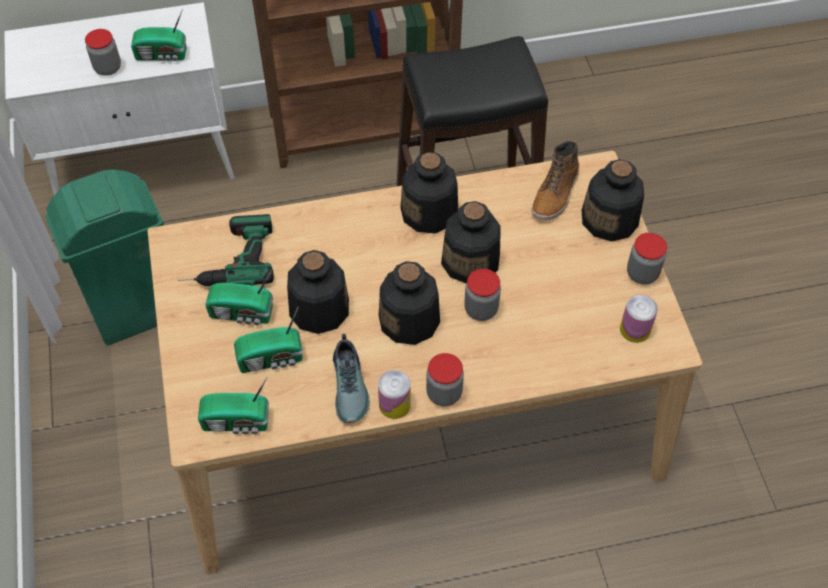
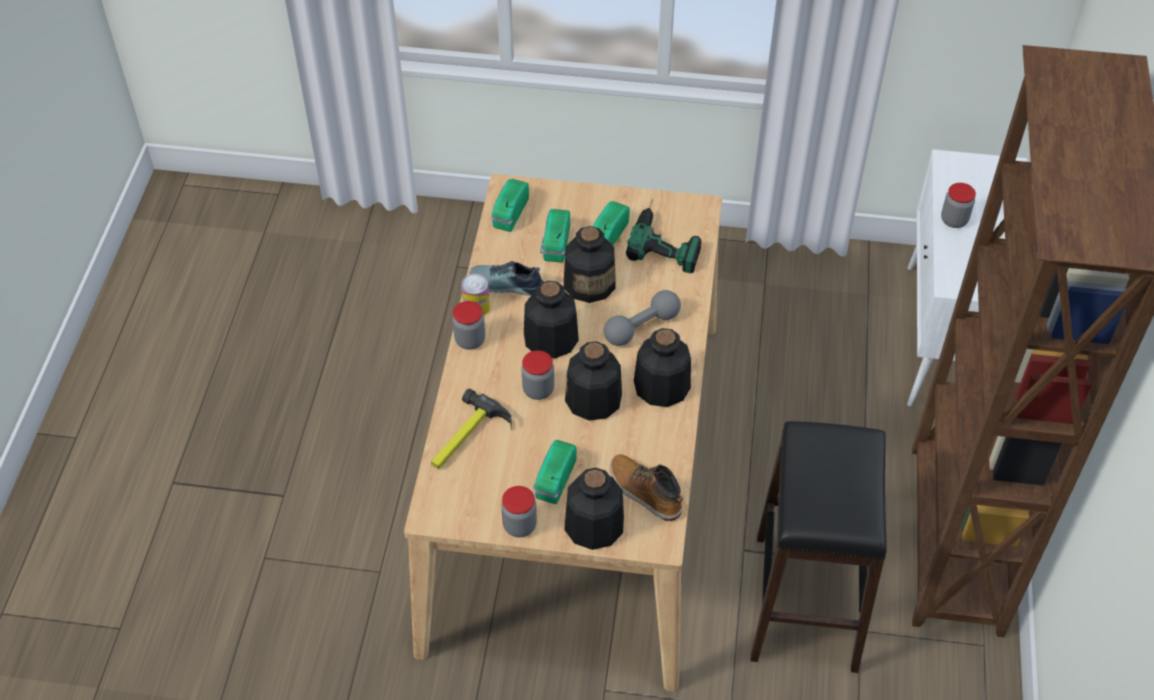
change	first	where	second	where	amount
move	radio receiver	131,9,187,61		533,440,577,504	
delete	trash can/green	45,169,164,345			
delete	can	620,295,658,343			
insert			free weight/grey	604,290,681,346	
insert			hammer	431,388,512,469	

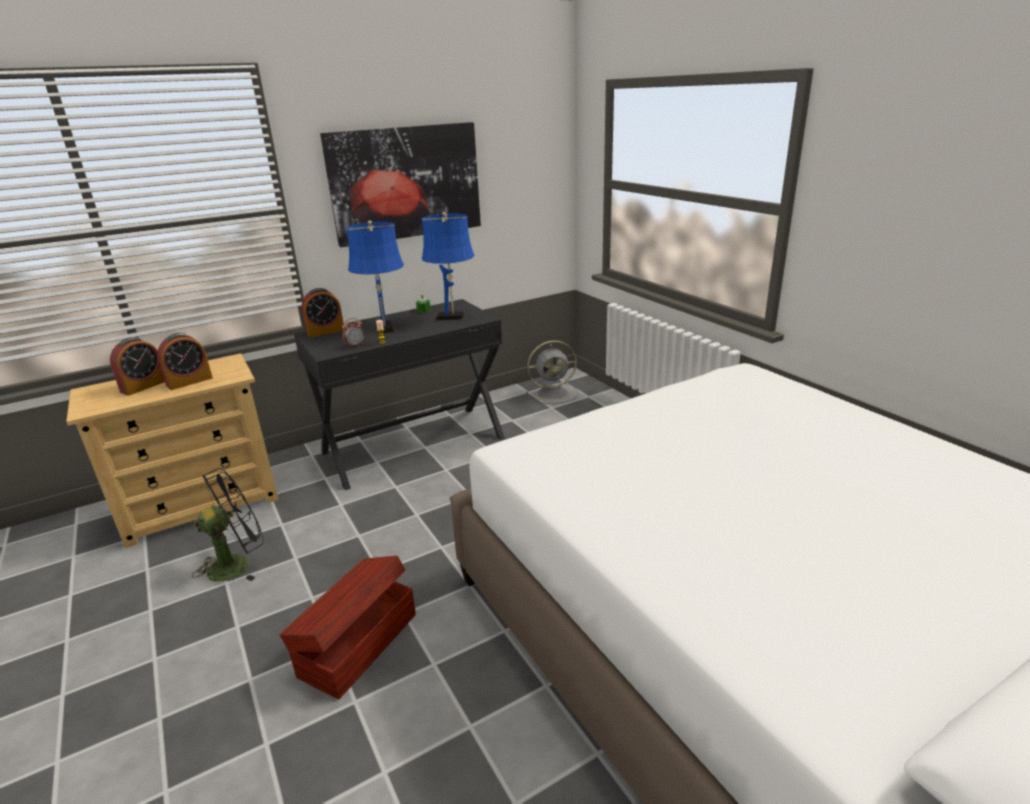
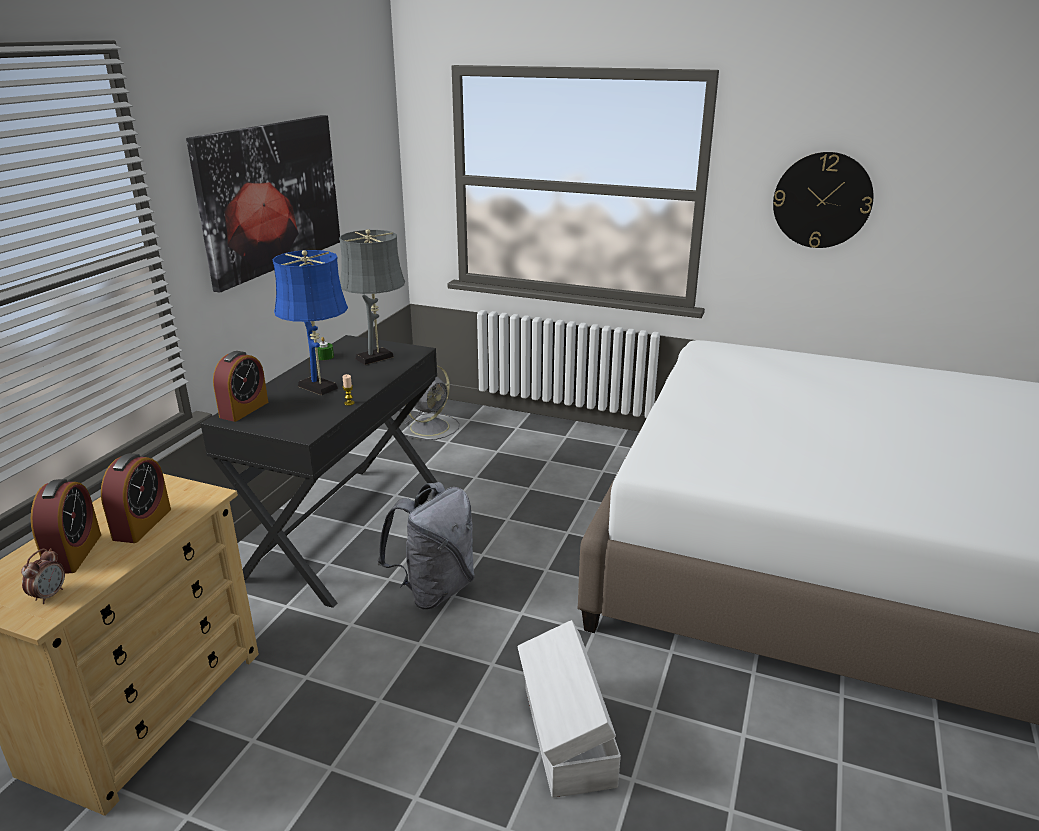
change	first	where	second	where	amount
recolor	table lamp/bluish	422,212,474,321	table lamp/grey	339,229,405,365	
move	bedside clock	342,318,364,347		21,548,65,604	
delete	electric fan/black	192,468,264,582			
recolor	storage container/brown-coloured	280,556,416,699	storage container/white	517,620,621,798	
insert			wall clock	773,152,873,248	
insert			rucksack/grey	377,482,475,609	

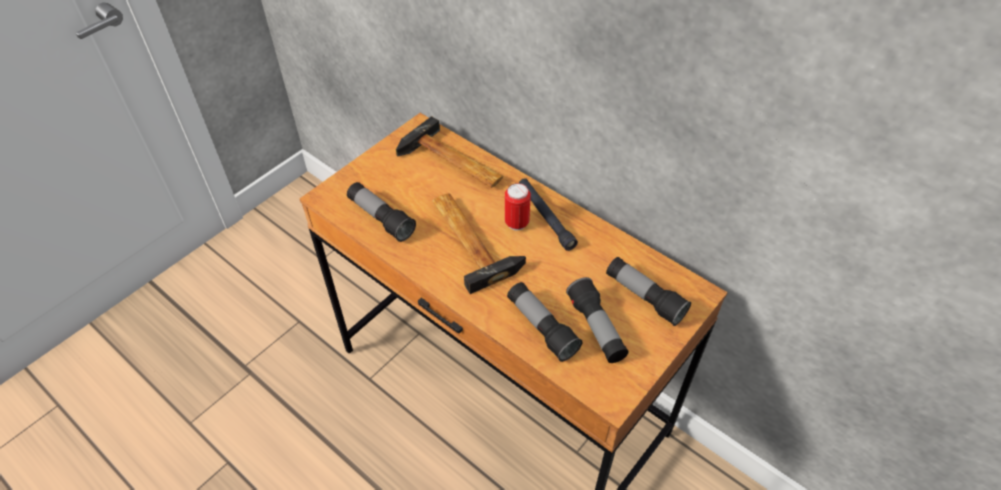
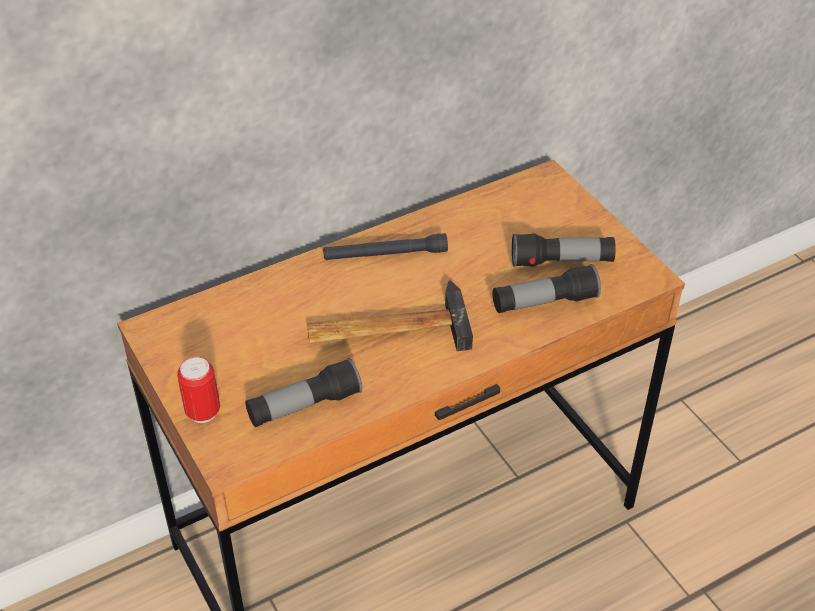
change	first	where	second	where	amount
delete	hammer	396,116,504,188			
move	can	505,183,531,230		177,357,220,423	
delete	hand torch	606,257,691,326			

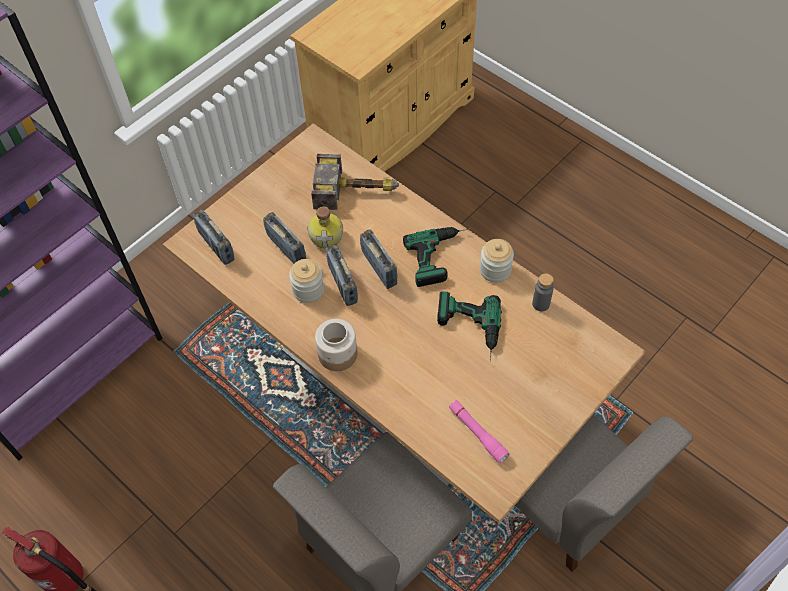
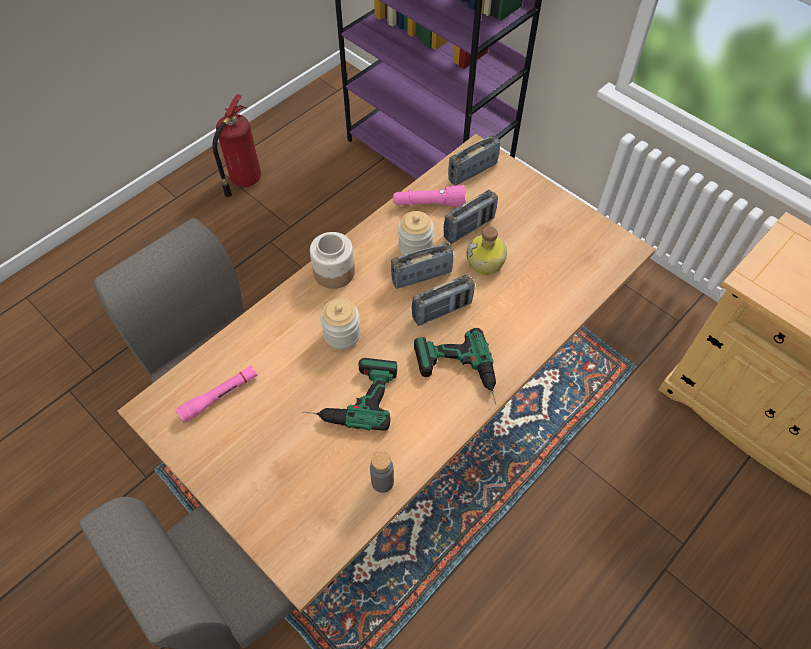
change	first	where	second	where	amount
delete	hammer	311,154,399,210			
move	storage jar	480,239,514,283		320,298,361,349	
insert			hand torch/pink-coloured	393,185,466,207	

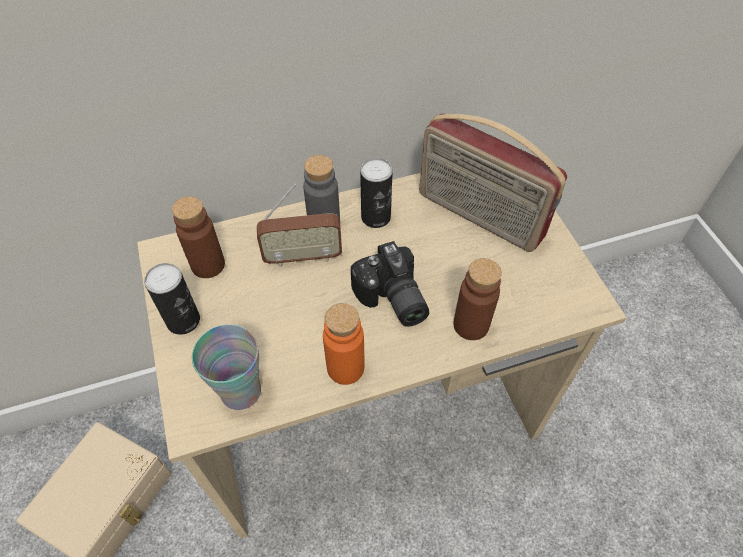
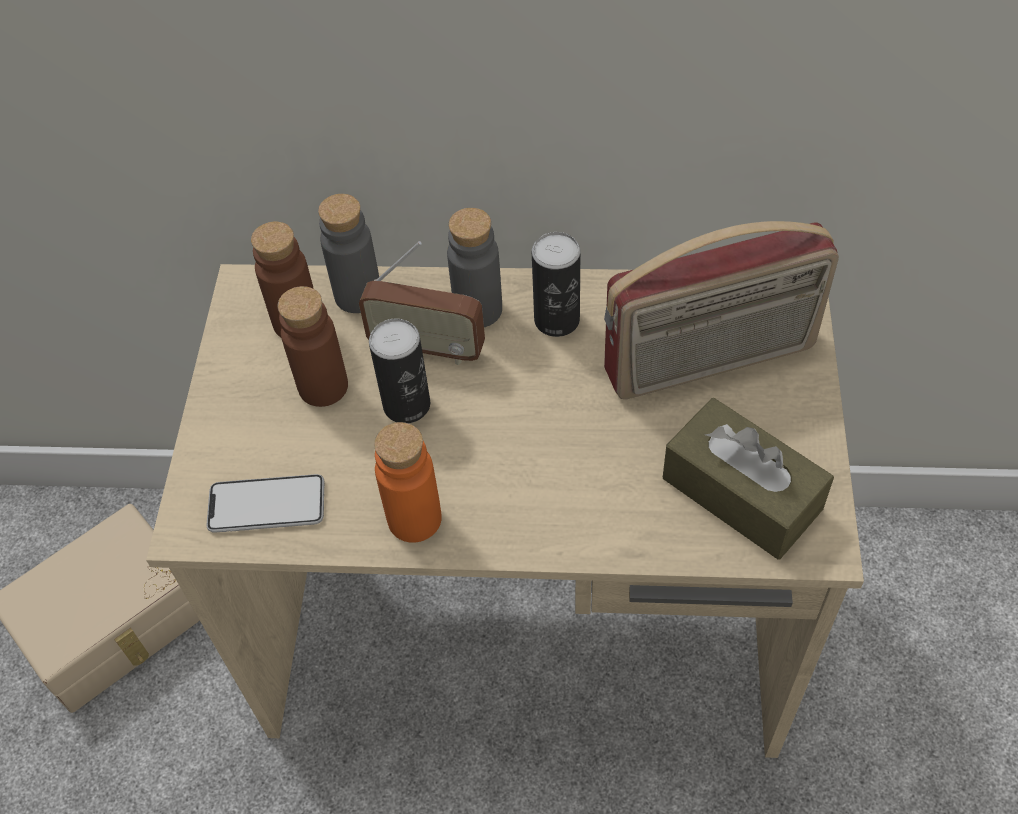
change	first	where	second	where	amount
rotate	radio receiver	419,113,567,252		604,221,839,399	75 degrees counterclockwise
delete	still camera	351,241,429,327			
move	drink bottle/brown-coloured	453,258,502,340		278,286,348,407	
move	can	144,263,200,335		369,319,430,423	
replace	drinking cup	192,324,261,410	handset	206,474,325,533	
insert			drink bottle/grey	318,194,379,313	
insert			tissue holder/brown-coloured	663,398,834,560	

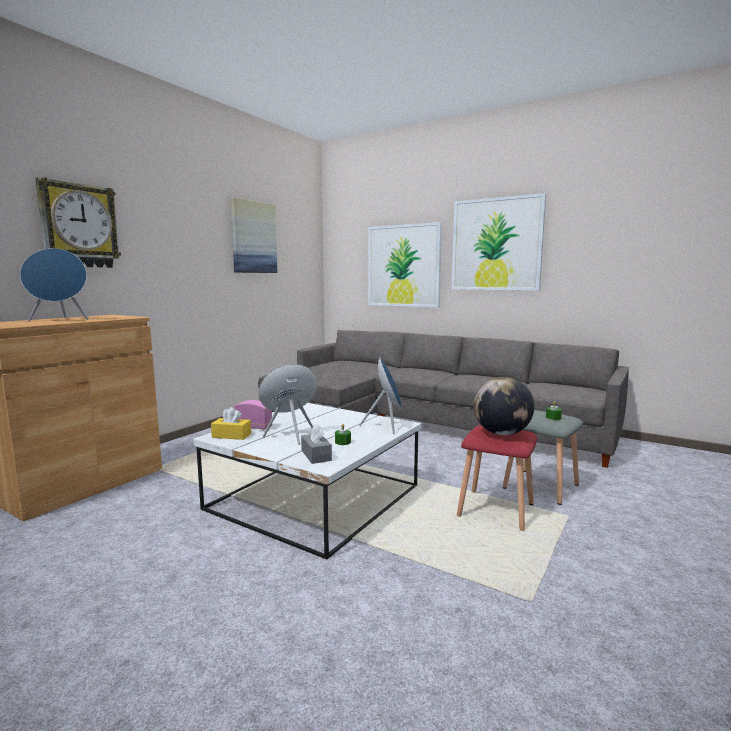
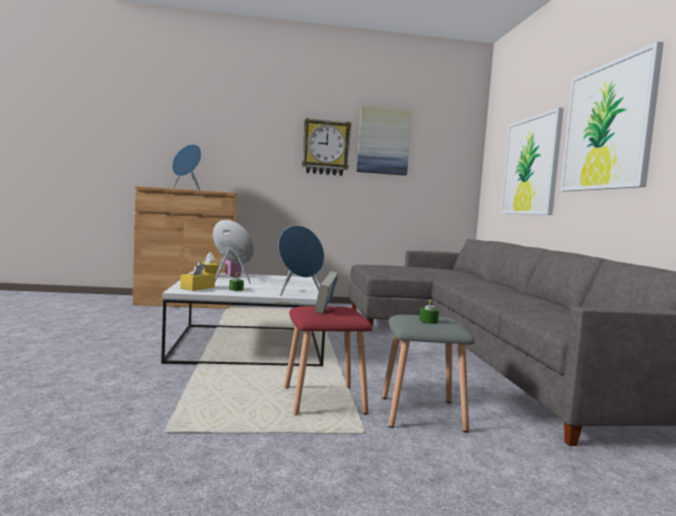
change	first	where	second	where	amount
move	wall clock	35,177,121,268		302,118,351,176	
replace	world globe	473,377,534,435	bound book	315,271,339,314	
recolor	tissue holder/grey	301,424,332,464	tissue holder/yellow-coloured	180,261,215,291	

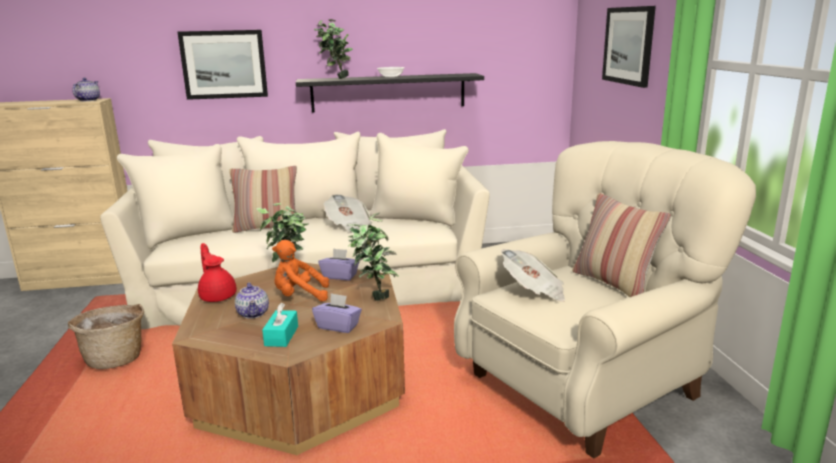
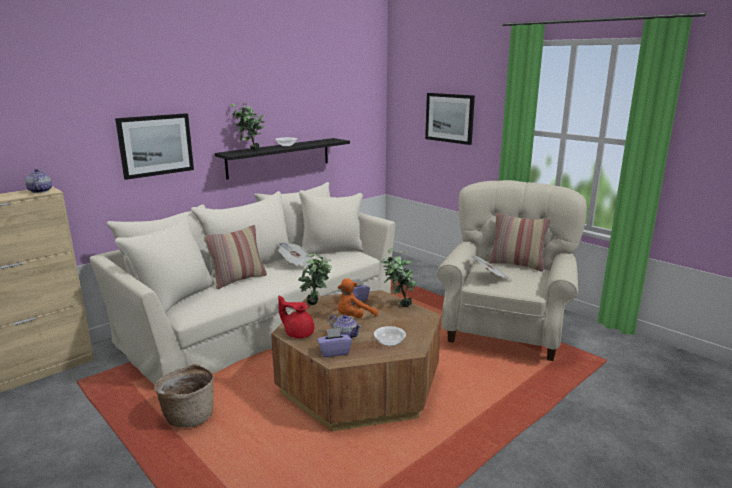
change	first	where	second	where	amount
move	tissue holder/purple	312,293,362,333		317,328,352,357	
replace	tissue holder/turquoise	262,303,298,347	bowl	374,326,406,346	

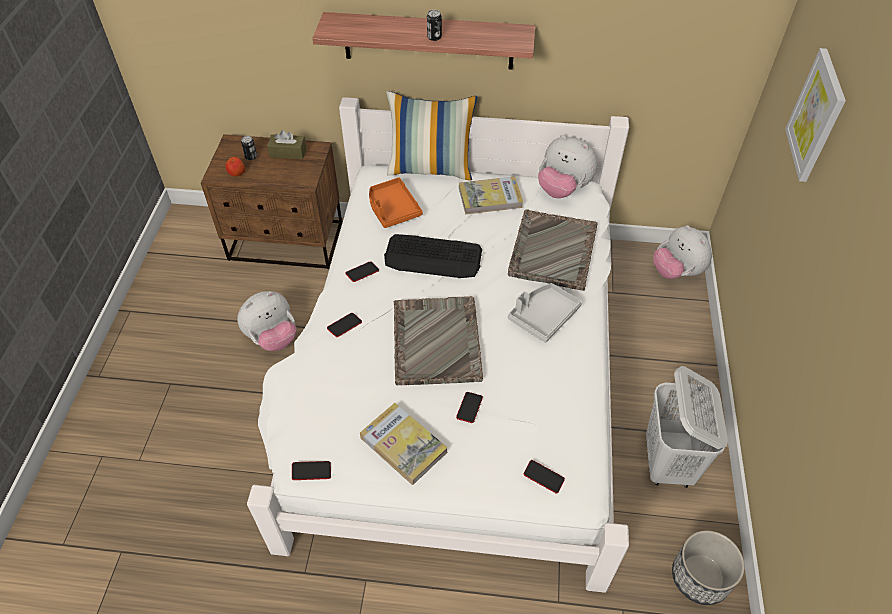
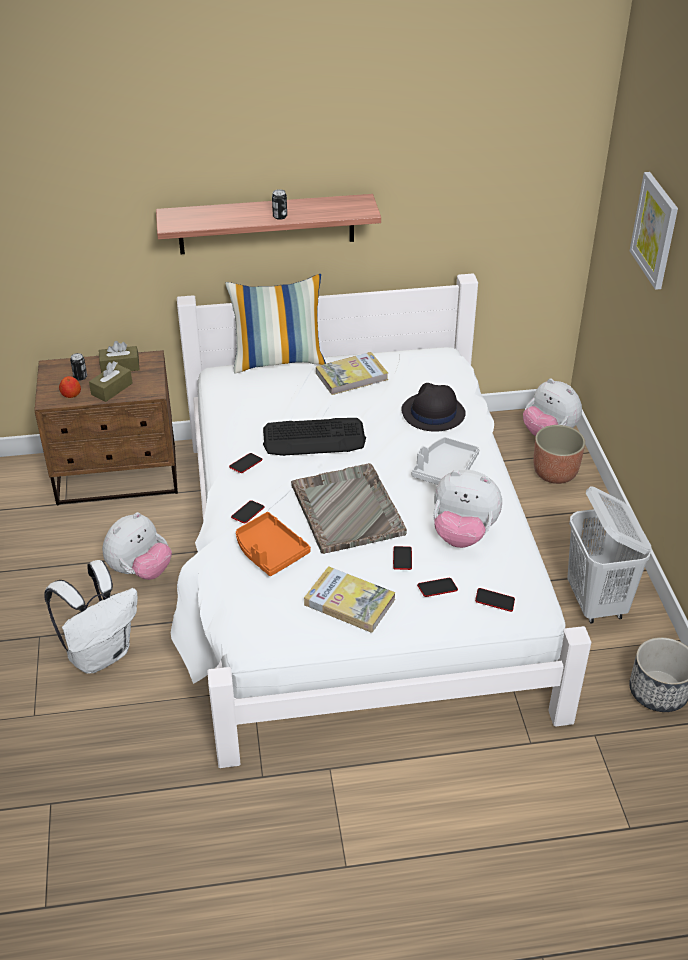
change	first	where	second	where	amount
move	soft toy	538,135,597,198		433,470,502,548	
move	serving tray/orange-coloured	369,178,422,228		236,512,311,576	
replace	serving tray/grey	508,209,598,291	hat/black	401,383,466,432	
move	handset	292,461,331,480		417,578,458,597	
insert			tissue holder/brown-coloured	89,361,133,402	
insert			flower pot	534,425,585,484	
insert			rucksack/white	44,560,138,674	

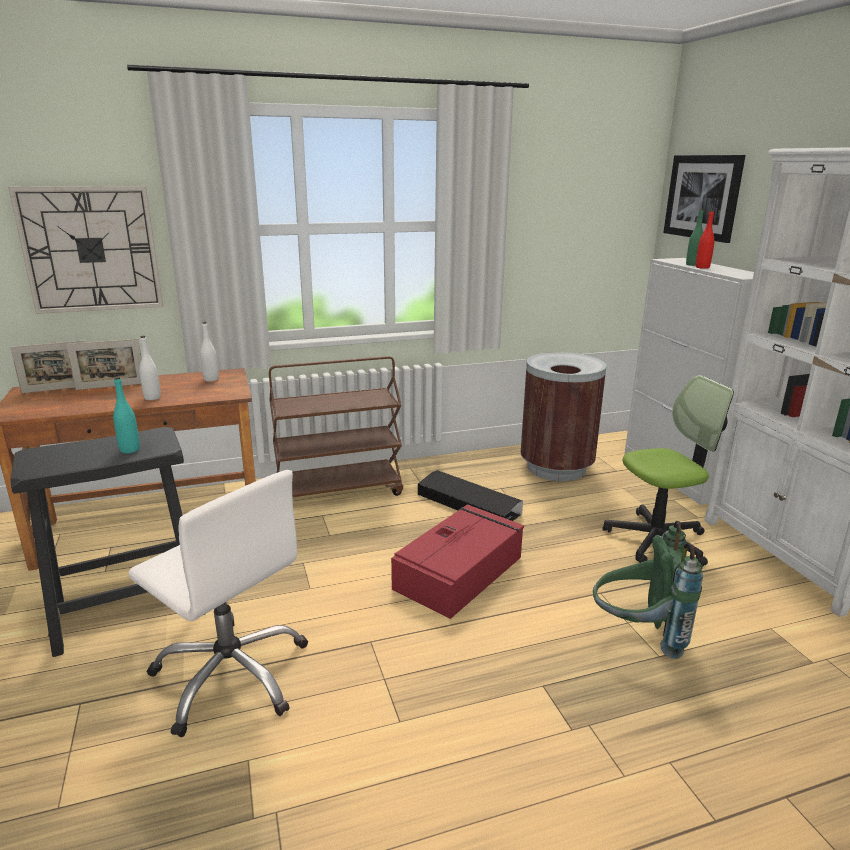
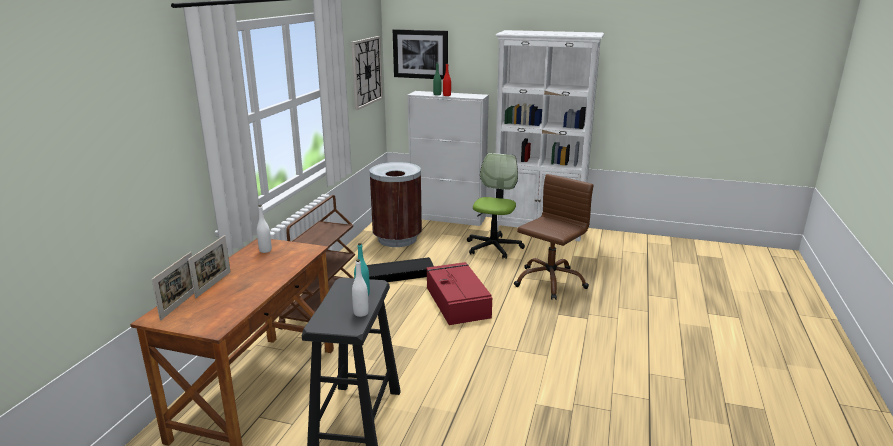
change	first	where	second	where	amount
move	wall clock	8,186,163,314		351,36,383,110	
move	drink bottle/white	139,336,161,400		352,259,369,317	
delete	computer chair/white	128,470,308,737			
replace	rucksack/green	593,521,703,659	computer chair/brown-coloured	514,174,593,300	

